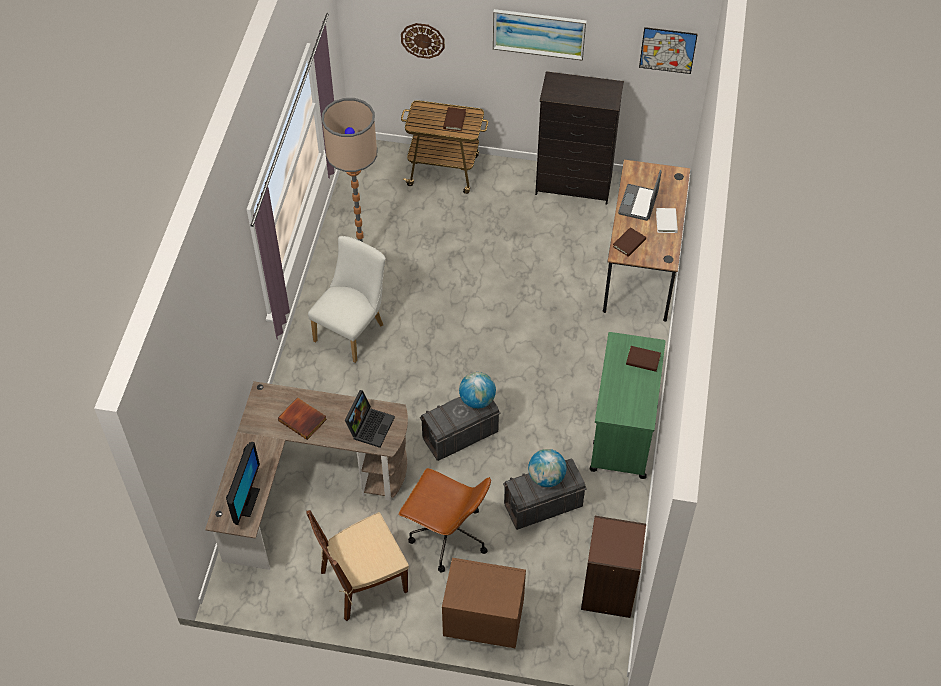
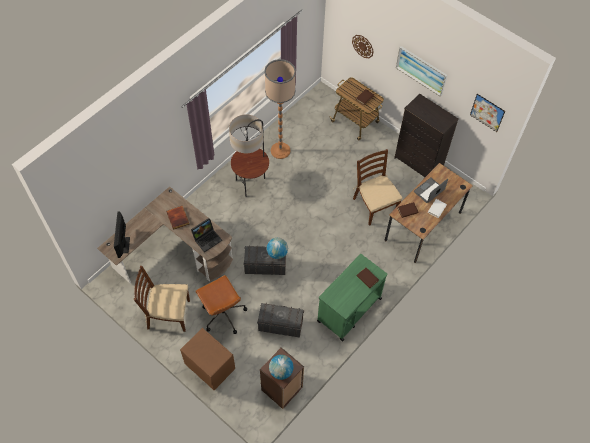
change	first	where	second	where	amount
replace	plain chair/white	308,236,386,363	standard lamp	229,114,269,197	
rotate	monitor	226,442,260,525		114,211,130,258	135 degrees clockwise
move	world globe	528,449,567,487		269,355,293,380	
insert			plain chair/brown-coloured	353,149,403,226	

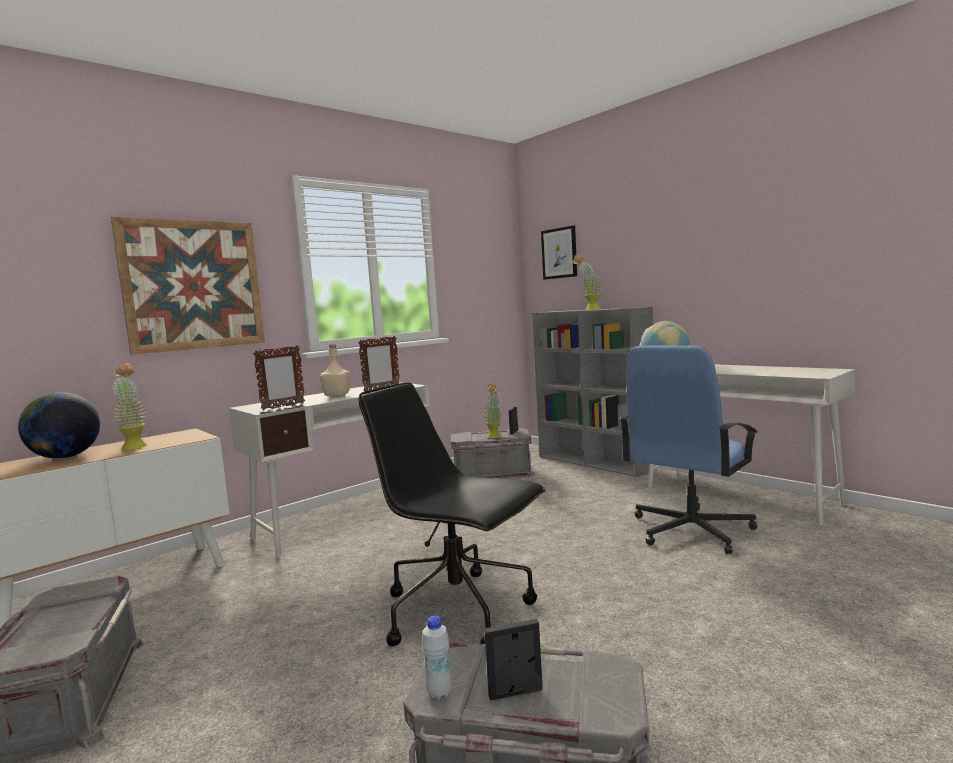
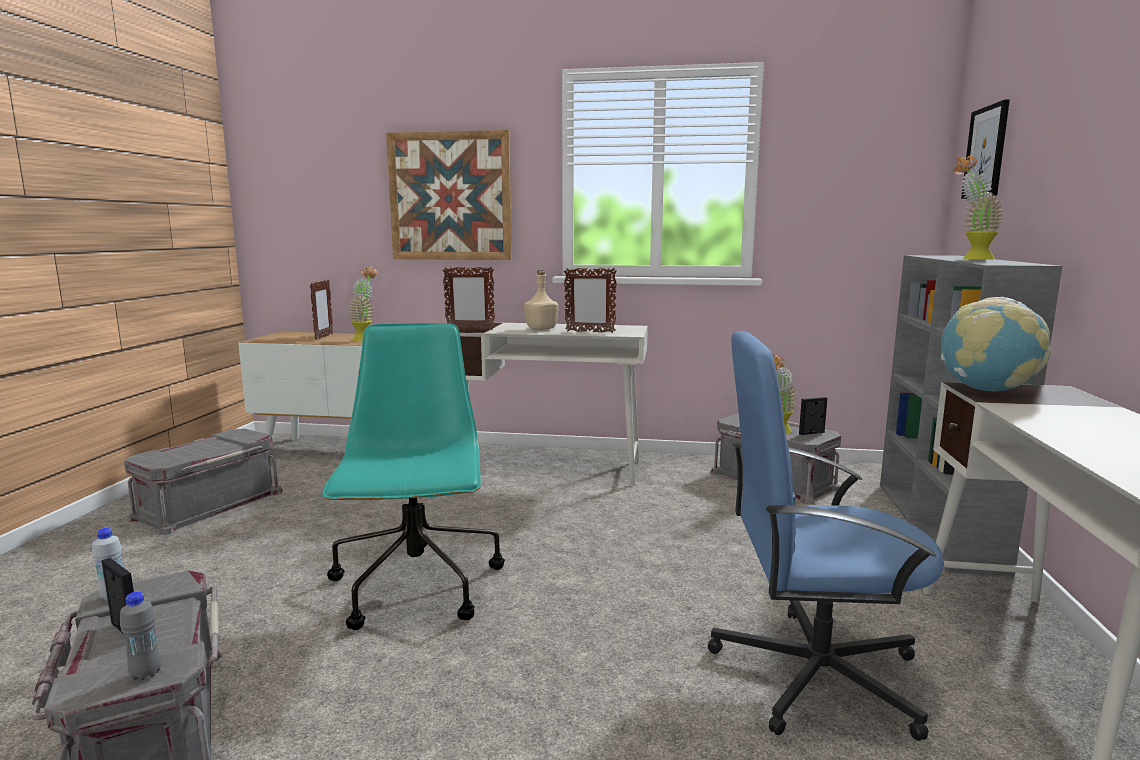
change	first	where	second	where	amount
recolor	computer chair/black	358,383,546,647	computer chair/turquoise	322,323,505,630	
replace	world globe	18,392,100,459	standing frame	310,280,333,340	
insert			drink bottle/grey	120,592,161,681	

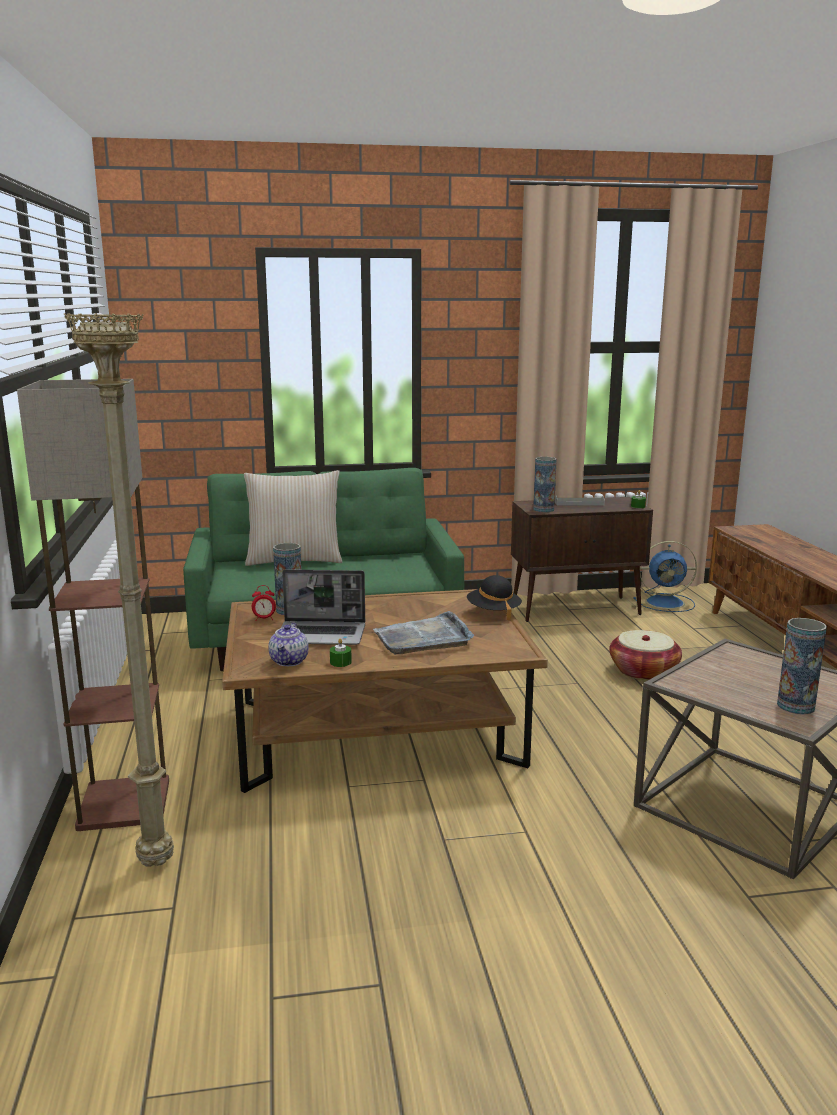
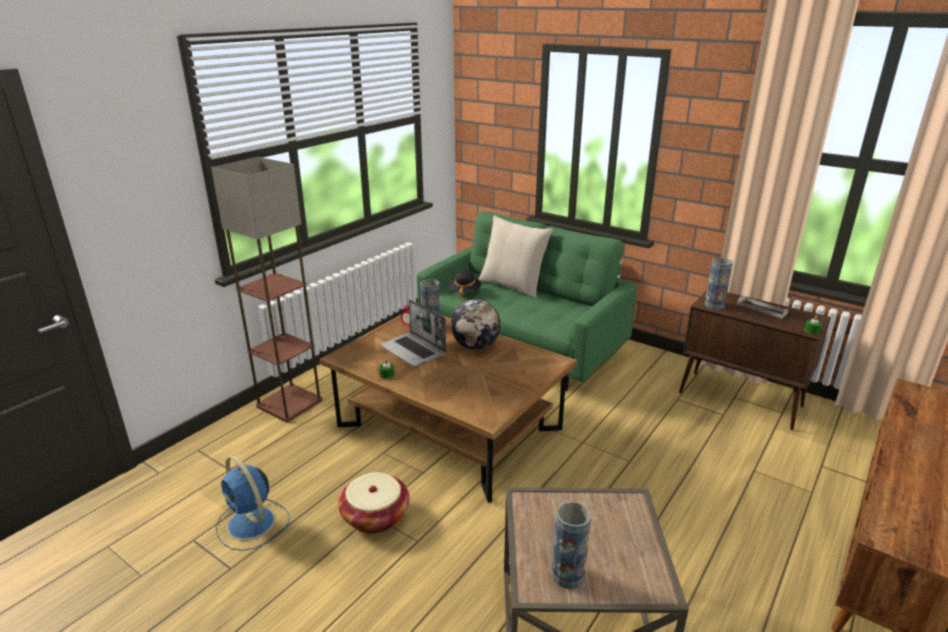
change	first	where	second	where	amount
delete	standard lamp/beige	63,313,174,867			
move	electric fan/bluish	633,541,697,612		215,456,290,551	
move	hat/black	467,575,522,621		449,270,482,299	
delete	serving tray/grey	373,611,474,654			
delete	tea pot	268,623,309,666			
move	storage basket	609,630,682,681		338,472,409,534	
insert			world globe	451,300,501,350	

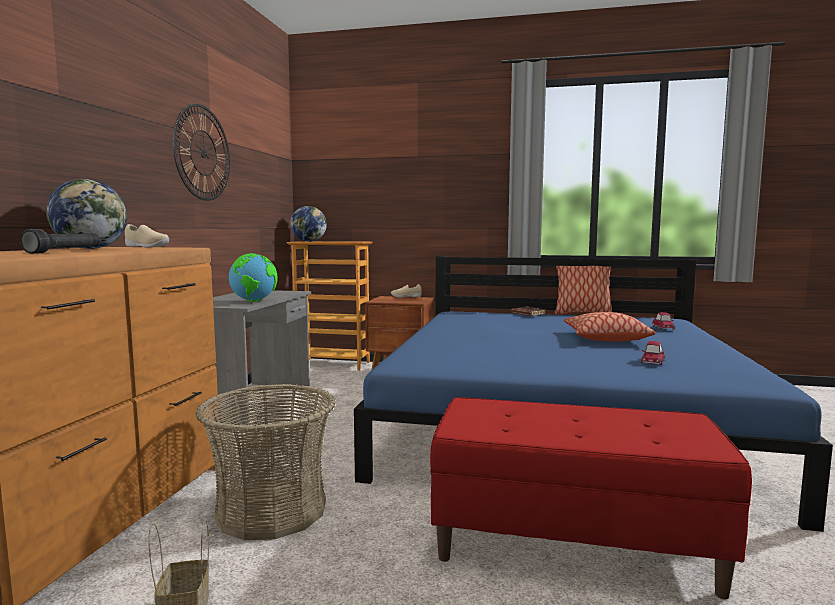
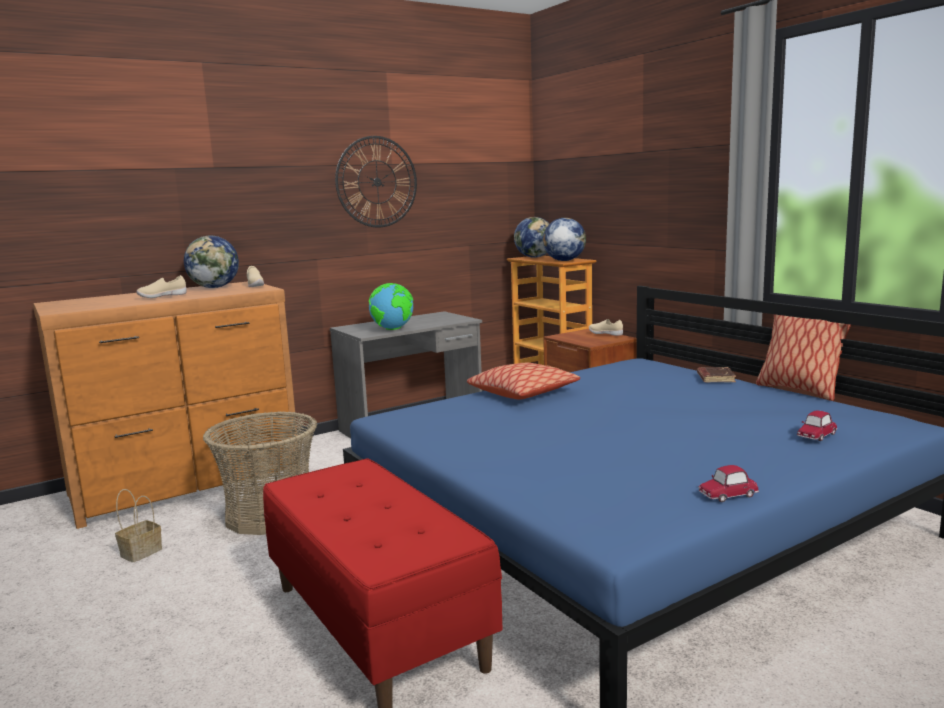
change	first	where	second	where	amount
replace	hand torch/black	20,229,100,254	shoe/beige	136,275,187,298	
move	throw pillow	564,312,656,341		467,363,580,399	
move	miniature car	641,341,665,365		699,465,759,502	
insert			world globe	543,218,586,261	

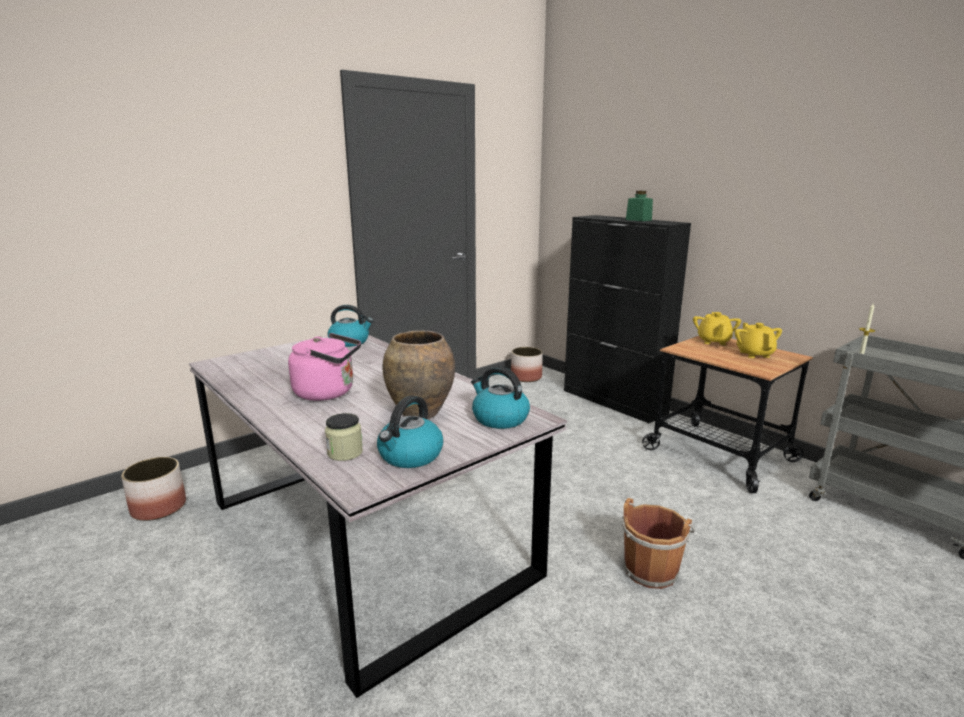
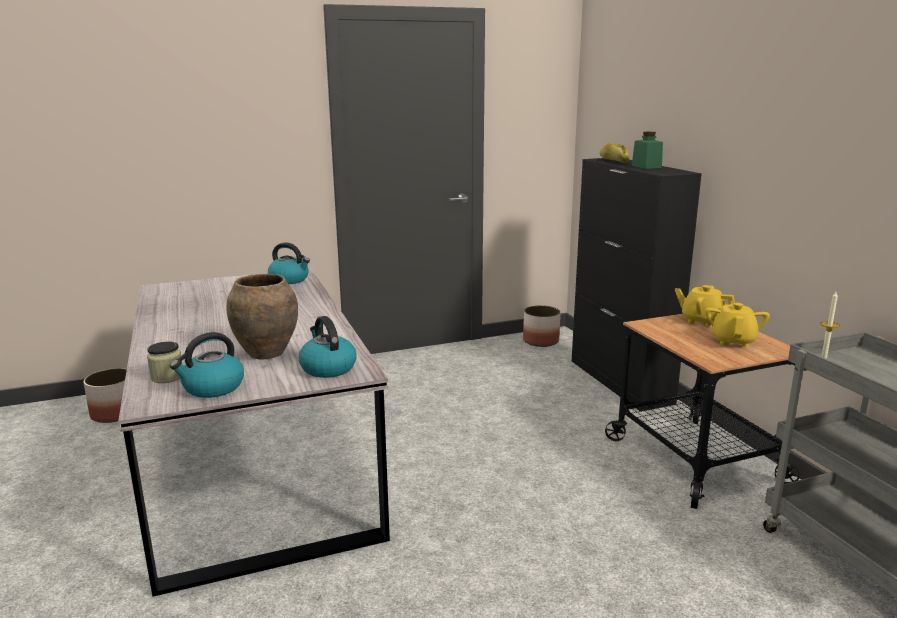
change	first	where	second	where	amount
rotate	tea pot/yellow-coloured	693,312,741,345		675,285,735,327	90 degrees clockwise
delete	kettle/pink-coloured	288,333,361,401			
delete	pail/brown-coloured	622,498,695,589			
insert			bread	600,143,630,163	

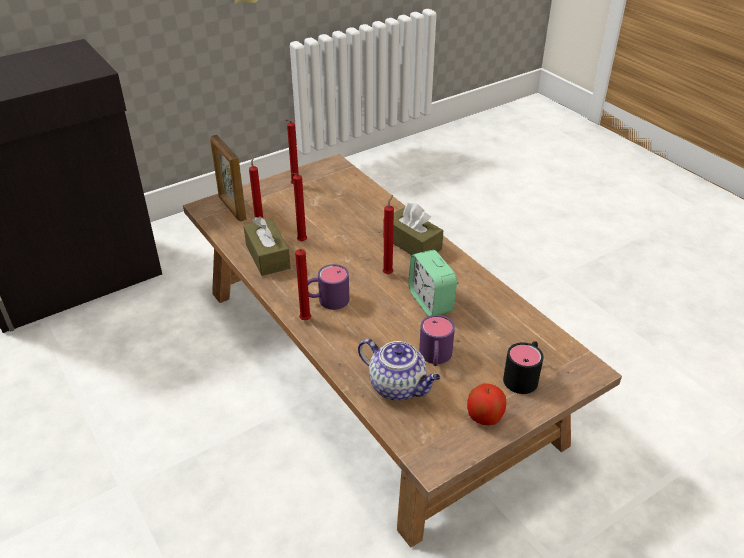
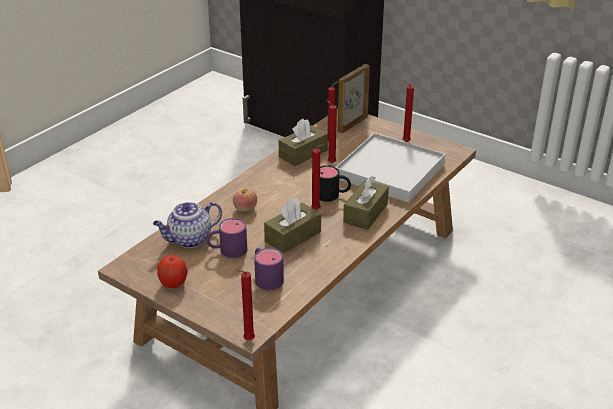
change	first	where	second	where	amount
move	candle/red-coloured	295,249,311,320		236,269,255,340	
replace	bedside clock	408,250,457,316	tissue holder/brown-coloured	264,198,321,254	
move	mug/purple	308,264,349,310		254,248,284,290	
rotate	tea pot	358,339,441,401		153,202,222,248	45 degrees clockwise
move	mug/black	503,341,543,394		320,165,351,201	
insert			serving tray/white	336,133,445,203	
insert			whole apple	233,188,257,212	

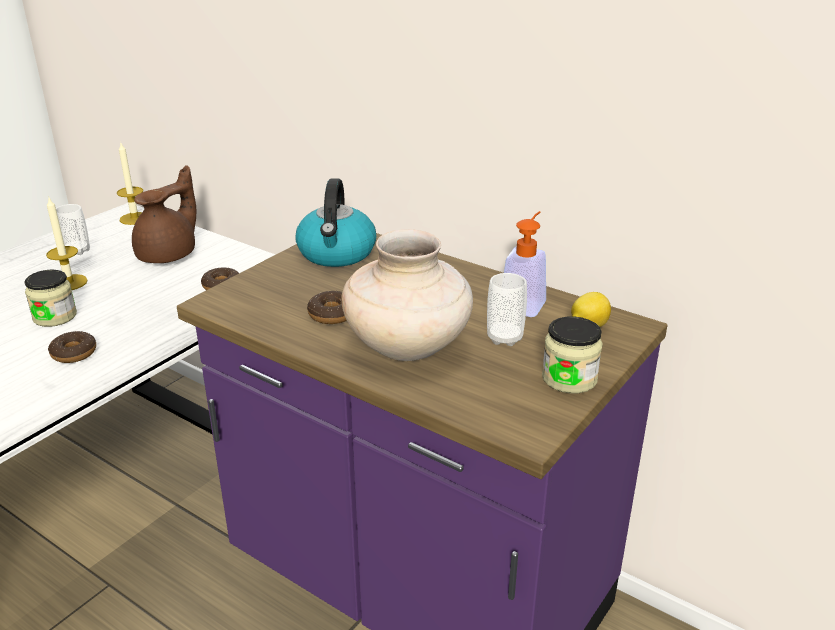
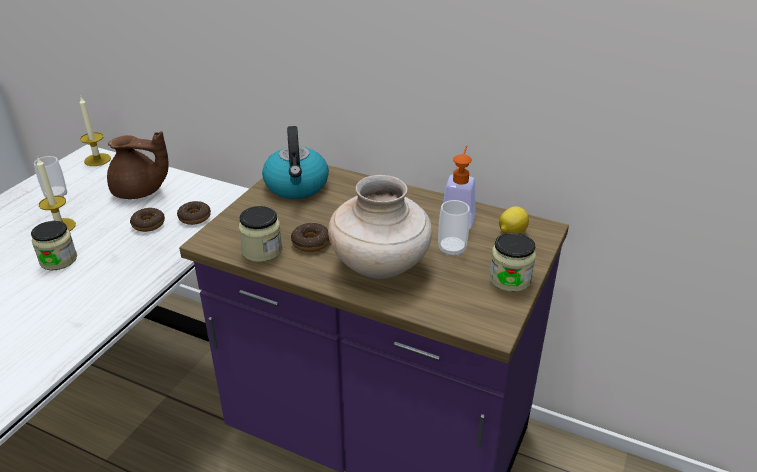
change	first	where	second	where	amount
rotate	tea pot/brown-coloured	132,165,196,263		107,131,169,199	75 degrees clockwise
move	doughnut	48,331,96,363		130,208,165,232	
insert			storage jar	239,206,282,262	

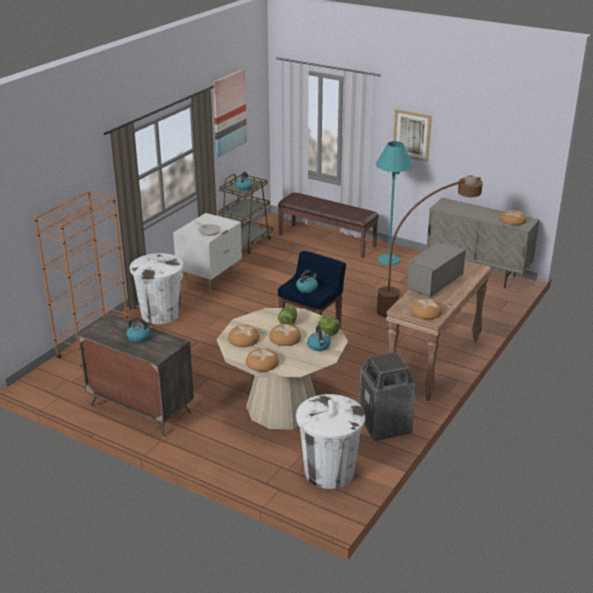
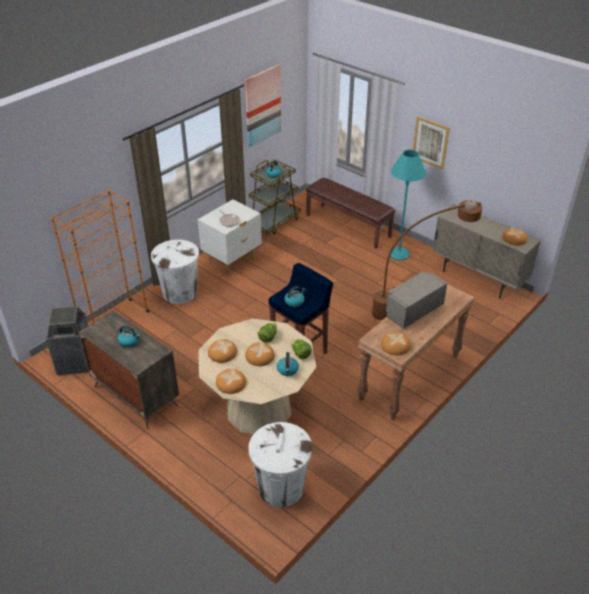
change	first	where	second	where	amount
move	trash can	359,352,416,441		46,306,89,375	

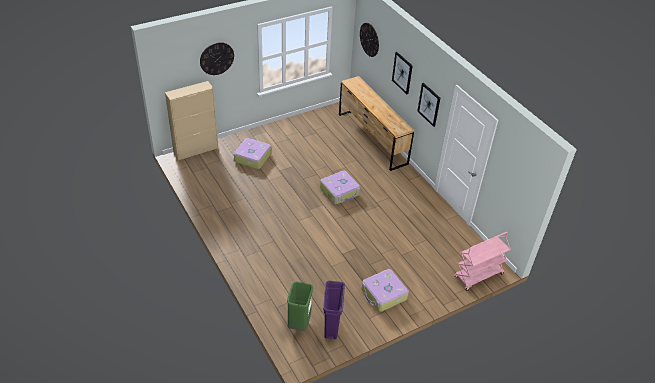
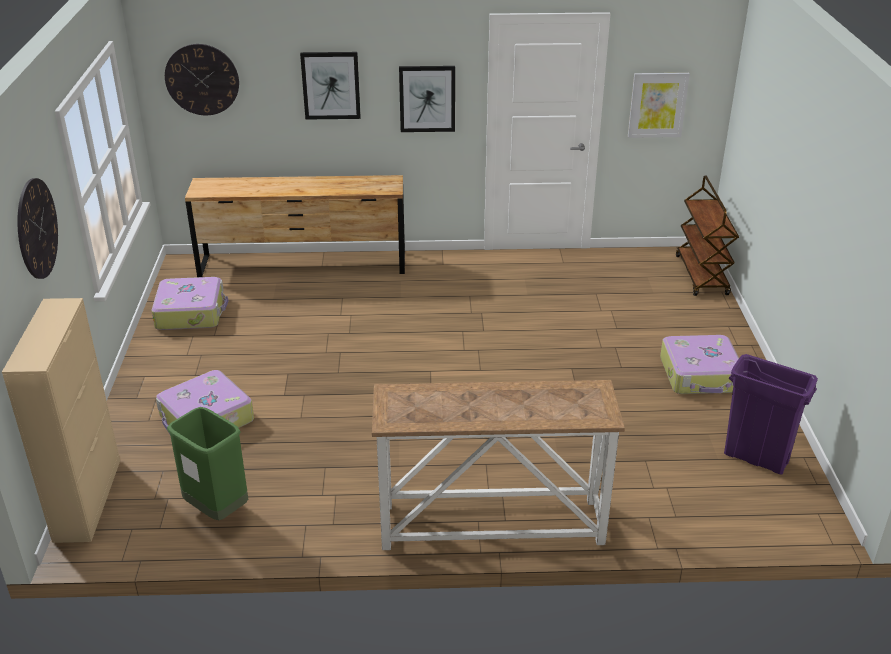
change	first	where	second	where	amount
move	piece of luggage	320,170,360,204		152,277,228,330	
recolor	wheeled cart/pink-coloured	454,232,511,291	wheeled cart/brown-coloured	676,176,739,296	
move	trash can/green	287,281,313,331		167,407,248,520	
insert			wall art	628,73,690,138	
insert			hall table	372,380,625,550	

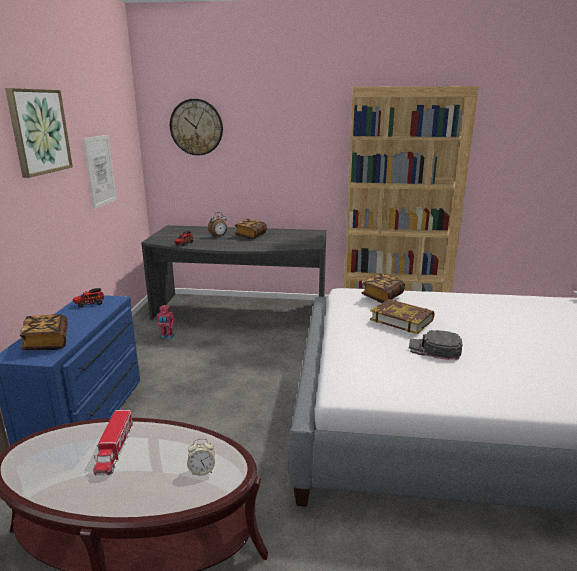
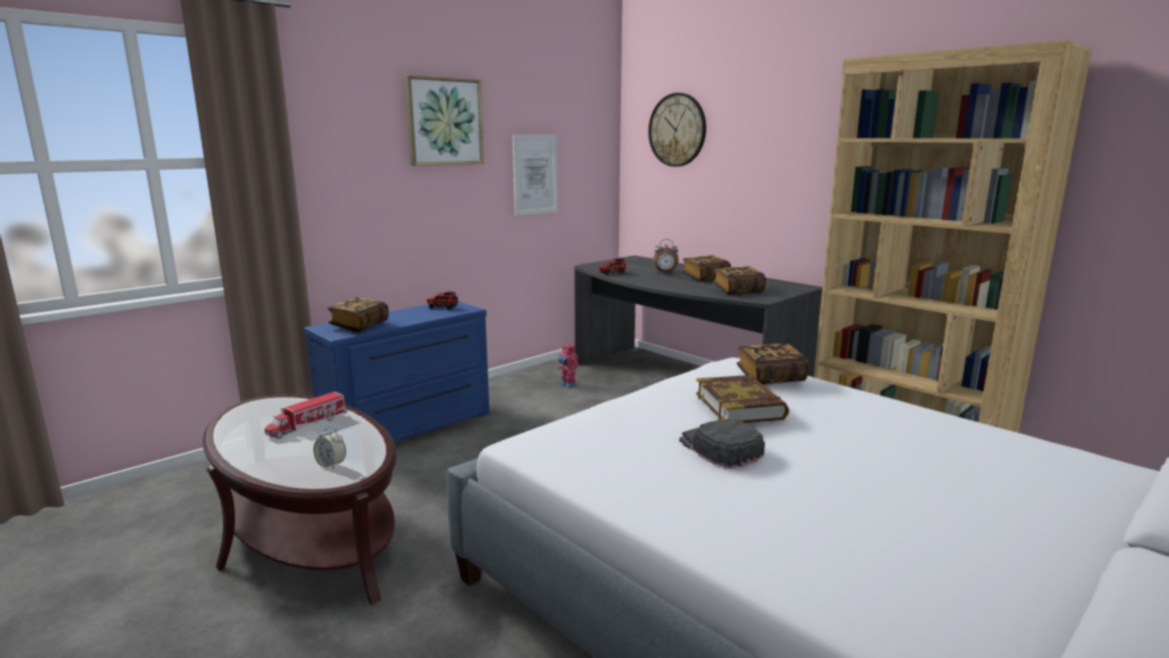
change	first	where	second	where	amount
insert			bound book	713,266,766,294	

